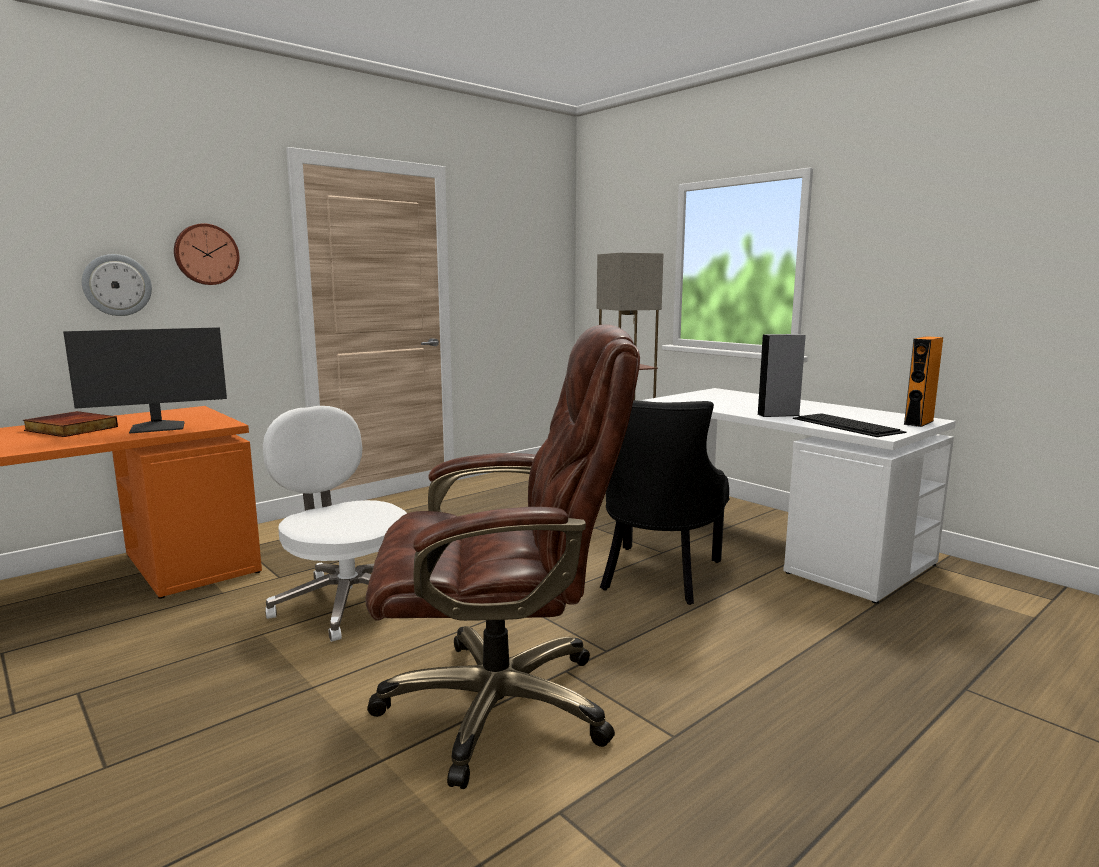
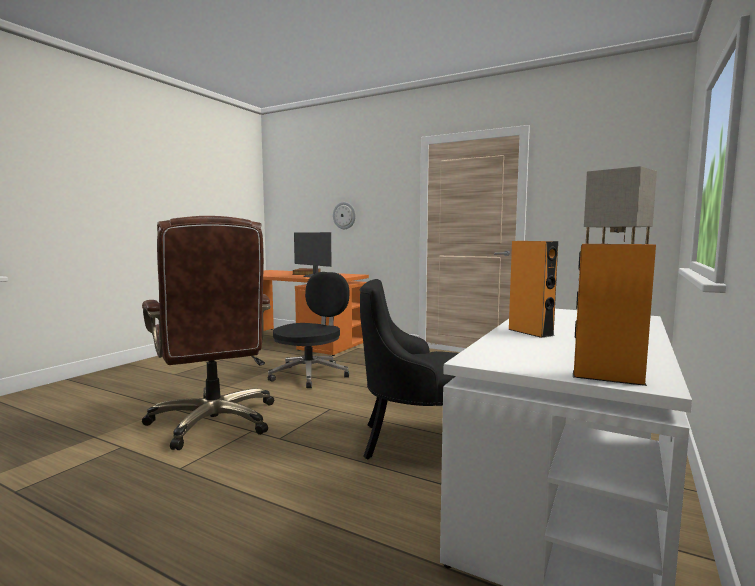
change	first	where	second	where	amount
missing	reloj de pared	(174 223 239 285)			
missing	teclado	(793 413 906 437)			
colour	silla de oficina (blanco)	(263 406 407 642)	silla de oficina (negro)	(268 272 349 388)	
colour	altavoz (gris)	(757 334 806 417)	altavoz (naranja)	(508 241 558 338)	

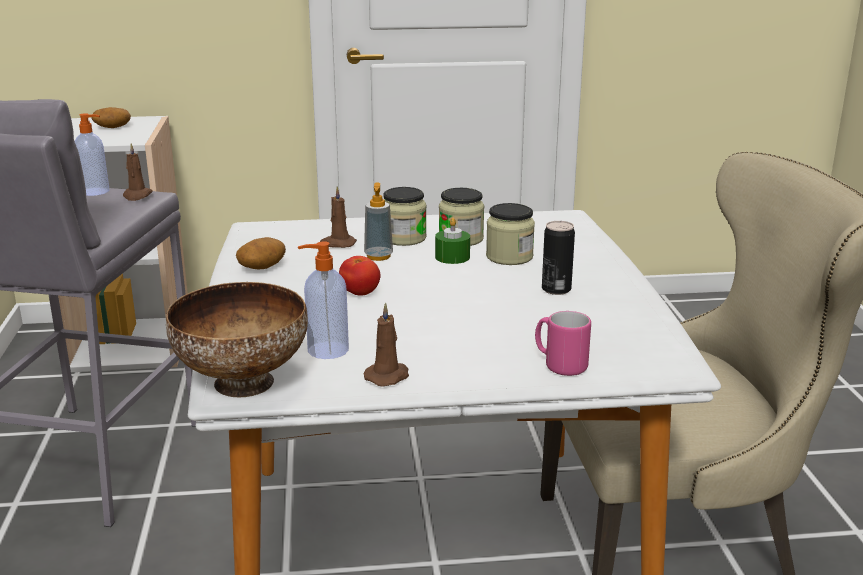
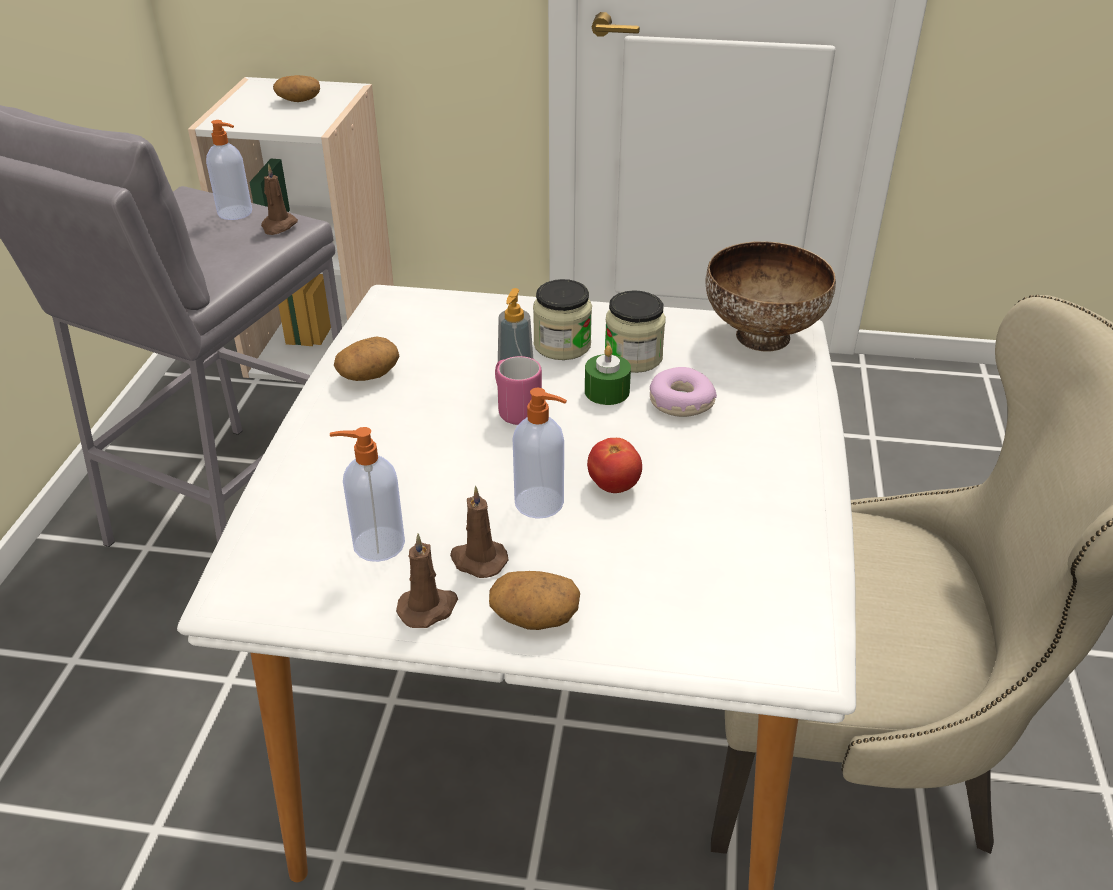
change	first	where	second	where	amount
missing	lata	(542 221 575 295)			
appeared			patata	(489 571 580 630)	
appeared			dispensador de jabón	(513 388 567 519)	
relocated	cuenco	(166 282 308 397)		(705 241 836 352)	
relocated	vela (marrón)	(320 186 357 248)		(450 486 509 578)	
relocated	tomate	(339 256 381 295)		(587 438 642 493)	
relocated	taza grande (rosa)	(535 311 591 376)		(495 356 542 425)	
exchanged	tarro	(486 203 535 265)	rosquilla	(650 367 717 417)	

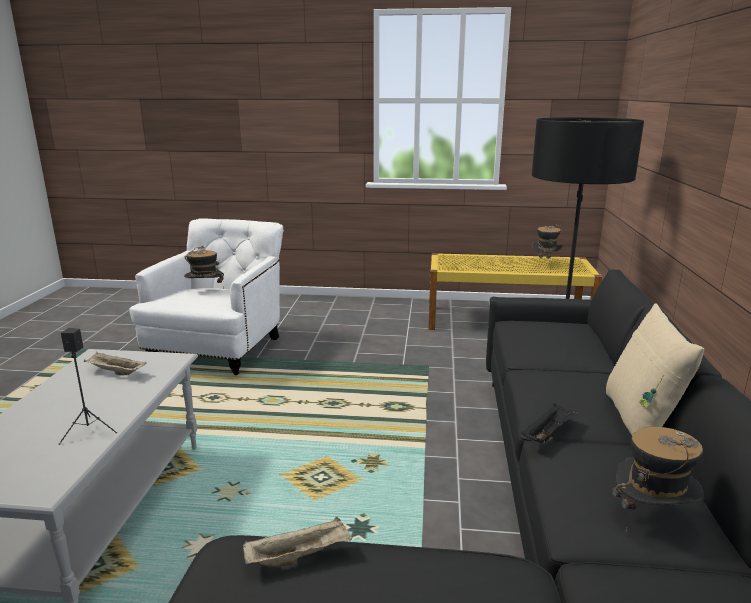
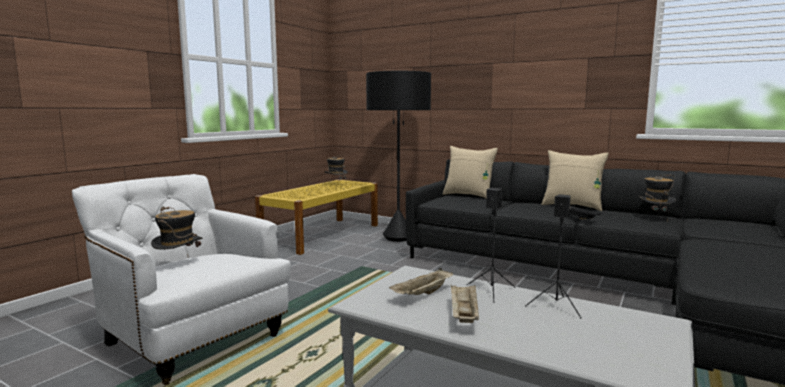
change	first	where	second	where	amount
appeared			cojín (beis)	(443 146 498 198)	
appeared			altavoz (negro)	(466 188 516 303)	
relocated	bandeja (beis)	(243 517 352 567)		(451 285 479 323)	

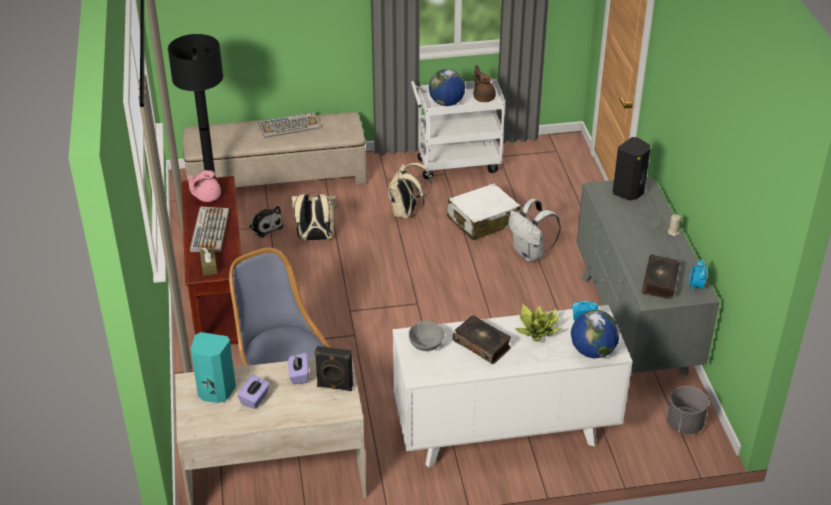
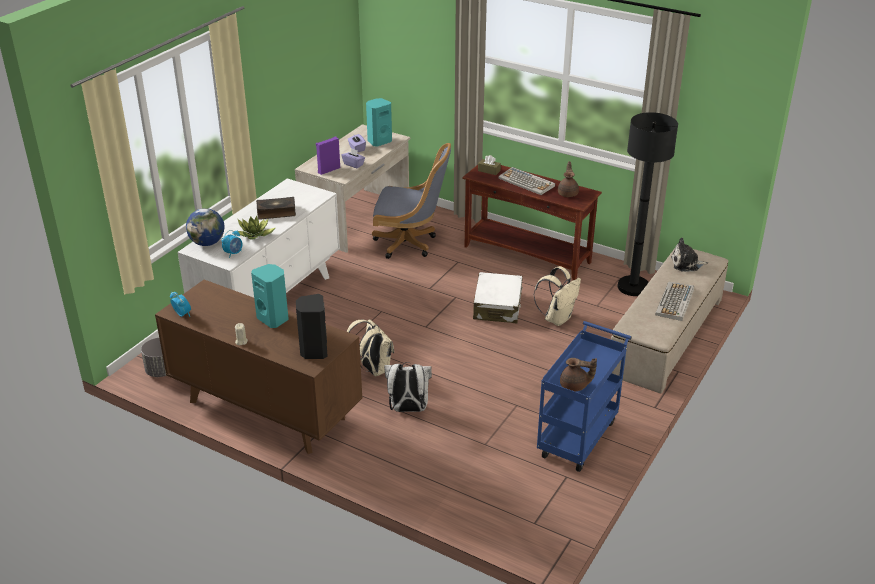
change	first	where	second	where	amount
missing	cuenco (gris)	(409 321 445 351)			
missing	globo terráqueo	(429 69 465 106)			
missing	libro	(642 254 680 299)			
appeared			altavoz (turquesa)	(251 264 289 328)	
relocated	peluche	(249 206 284 238)		(671 238 708 272)	
relocated	mochila (beis)	(388 163 432 219)		(347 319 394 376)	
relocated	maleta (blanco)	(447 183 521 240)		(473 272 523 324)	
colour	tetera (rosa)	(188 170 221 202)	tetera (marrón)	(558 161 579 197)	
colour	altavoz (negro)	(315 346 353 391)	altavoz (morado)	(316 136 340 175)	
colour	carrito (blanco)	(411 79 505 179)	carrito (azul)	(537 321 632 472)	
colour	cómoda (gris)	(576 176 720 378)	cómoda (marrón)	(155 280 363 454)	

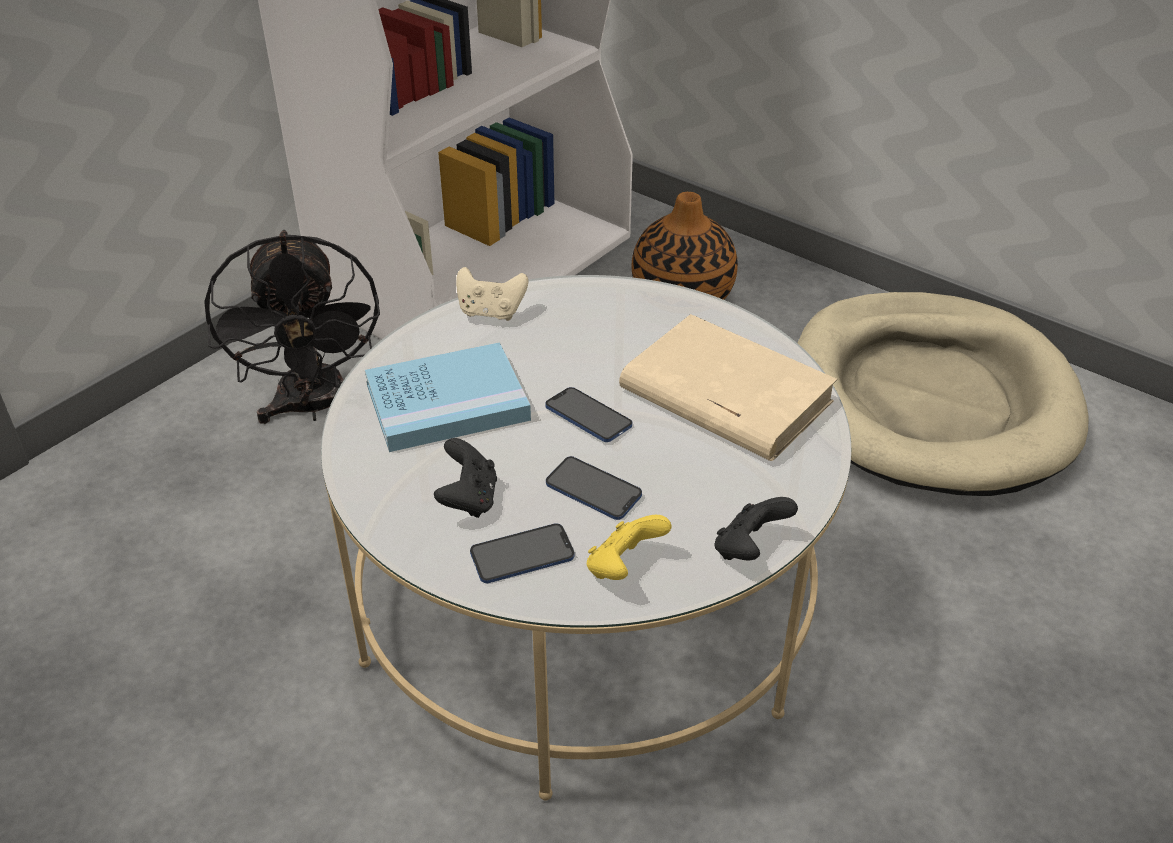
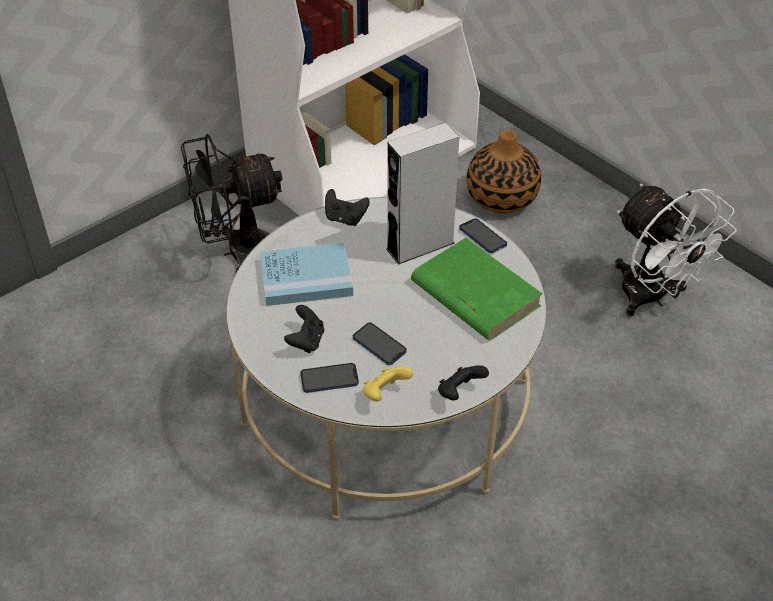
change	first	where	second	where	amount
appeared			altavoz (gris)	(386 123 459 265)	
relocated	móvil	(545 387 632 442)		(459 219 507 253)	
exchanged	cama para perro (beis)	(798 292 1089 496)	ventilador (blanco)	(615 184 737 316)	
colour	mando de consola (beis)	(456 267 528 321)	mando de consola (negro)	(325 189 370 226)	
colour	libro (beis)	(619 314 838 461)	libro (verde)	(411 238 542 340)	
spun	ventilador (negro)	(204 230 380 424)		(181 134 283 273)	75 degrees clockwise

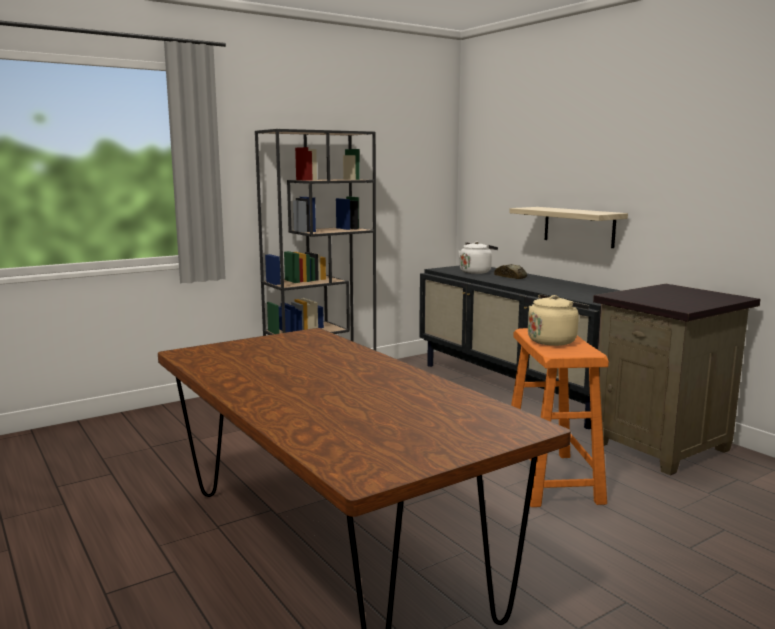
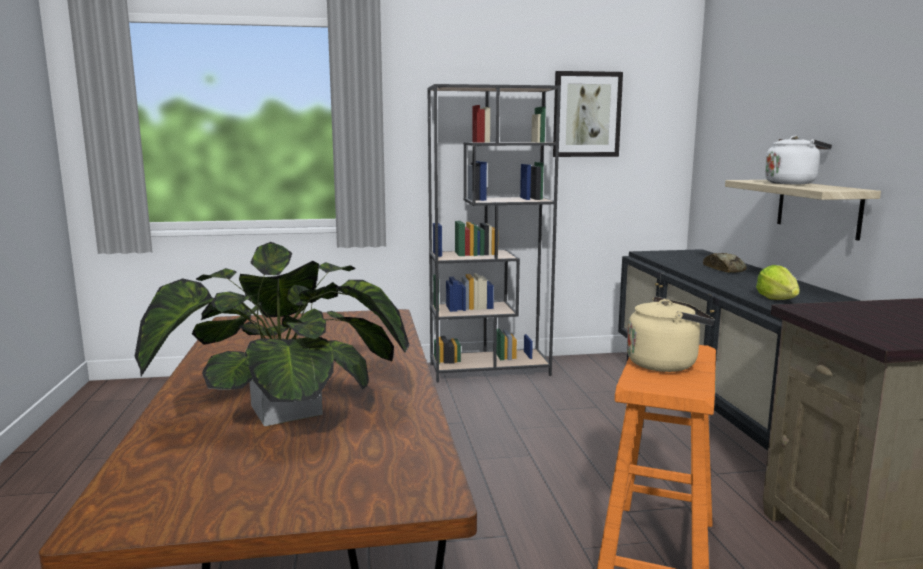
change	first	where	second	where	amount
appeared			planta en maceta	(135 242 409 426)	
appeared			cuadro	(553 71 623 157)	
appeared			lechuga	(756 265 800 300)	
relocated	hervidor (blanco)	(458 241 498 274)		(765 136 832 184)	

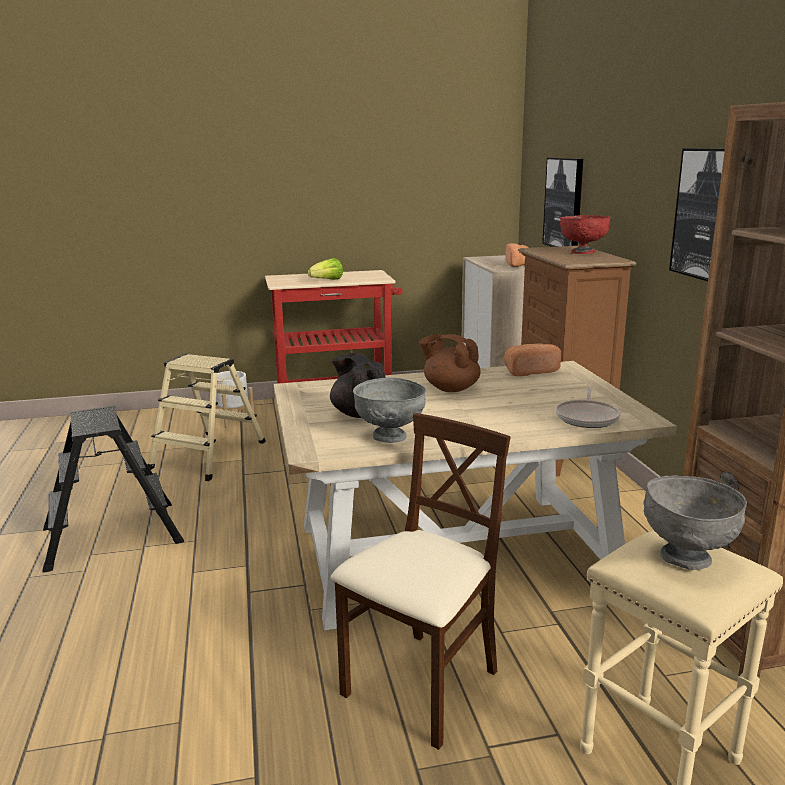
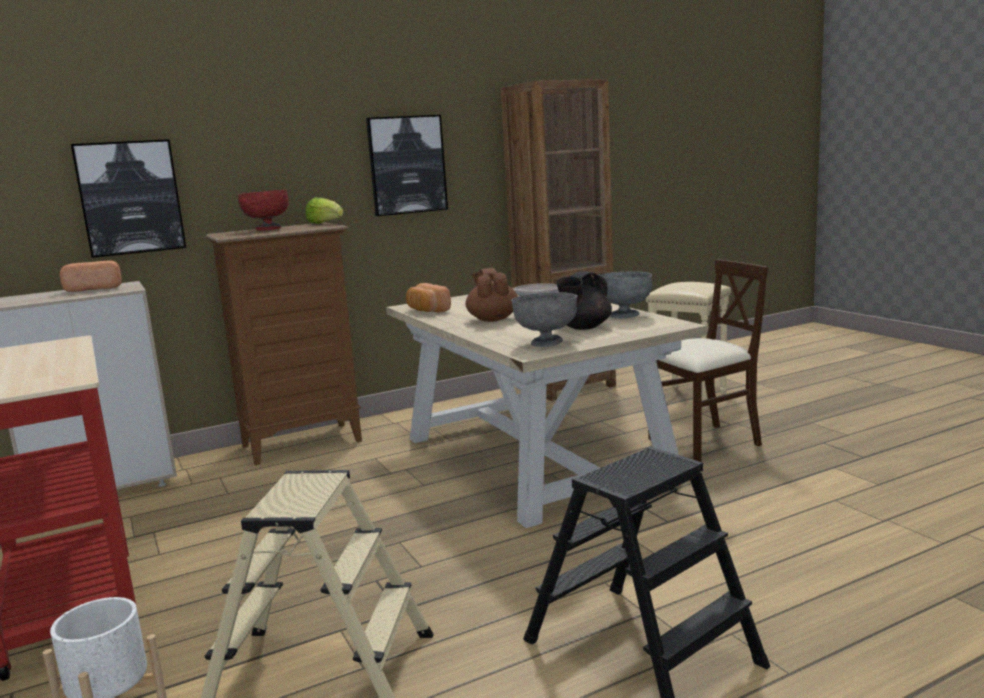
change	first	where	second	where	amount
relocated	lechuga	(308 258 343 280)		(306 197 344 224)	
relocated	cuenco (gris)	(643 475 747 570)		(511 292 577 347)	
spun	silla (beis)	(330 413 510 750)		(648 259 768 462)	135 degrees clockwise
spun	tetera (marrón)	(419 334 481 392)		(466 268 518 322)	150 degrees clockwise

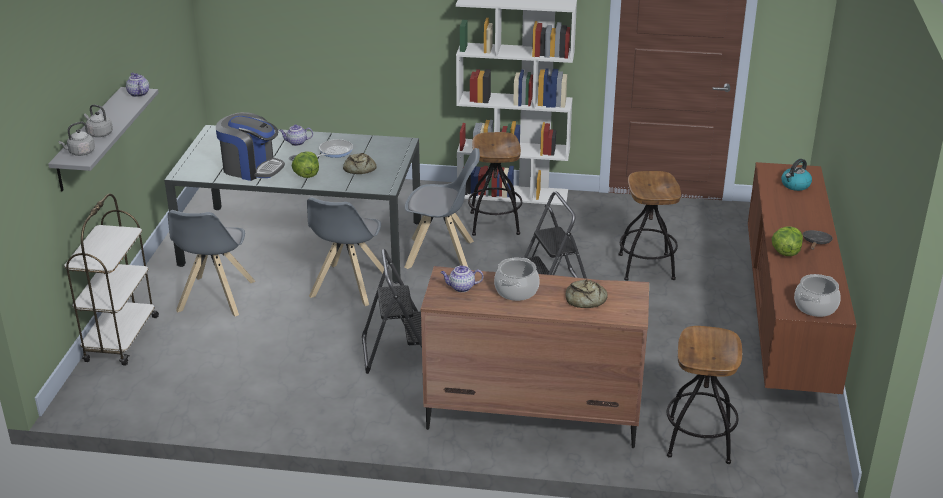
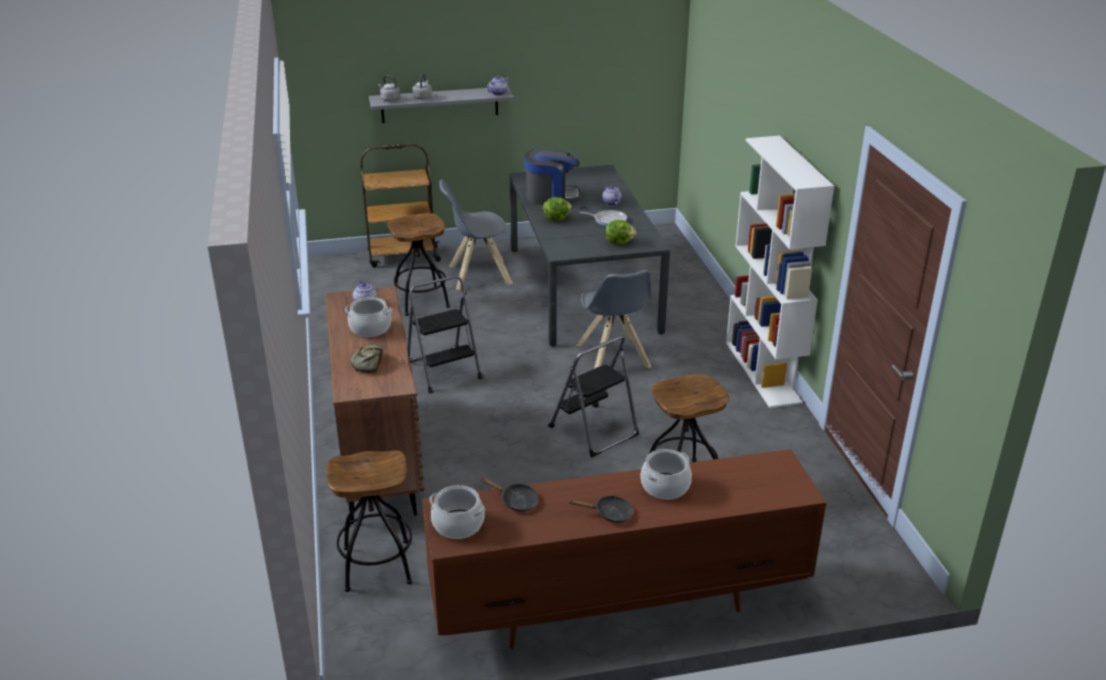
change	first	where	second	where	amount
missing	silla (gris)	(307 197 384 306)			
missing	pan	(343 153 377 174)			
missing	hervidor	(781 159 812 191)			
appeared			sartén (negro)	(481 477 539 511)	
appeared			olla	(641 449 692 500)	
relocated	taburete (marrón)	(468 132 522 236)		(387 213 450 316)	
relocated	lechuga	(772 226 803 256)		(605 220 636 245)	
colour	carrito (blanco)	(64 194 159 365)	carrito (marrón)	(361 144 441 268)	
spun	cafetera	(216 112 285 181)		(524 148 580 205)	90 degrees counterclockwise

